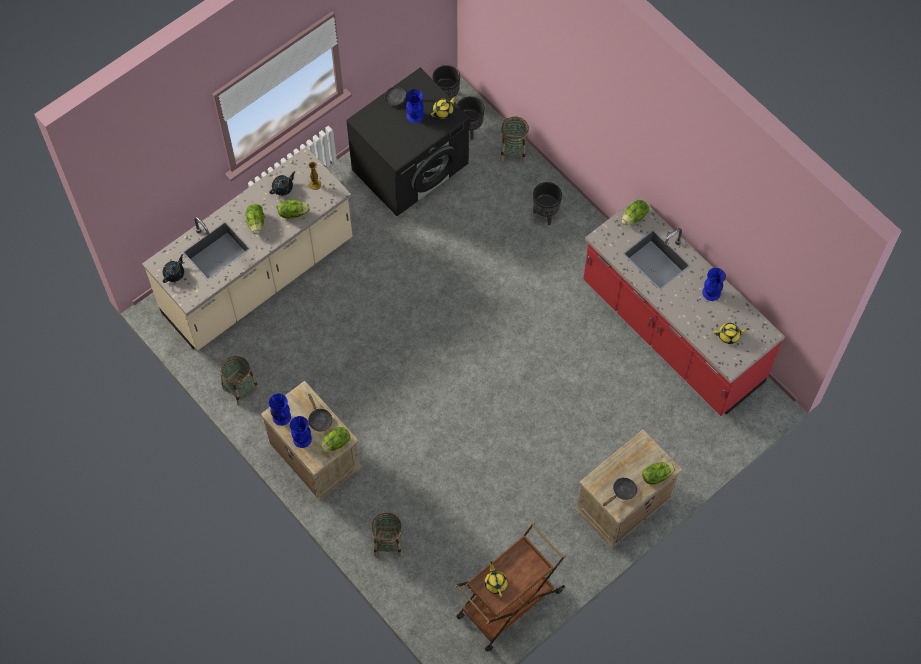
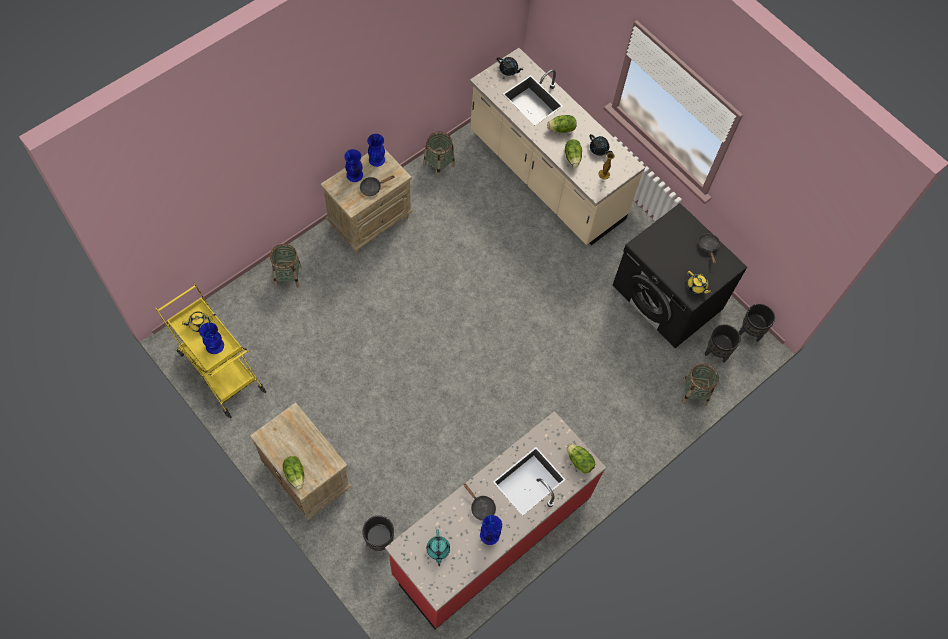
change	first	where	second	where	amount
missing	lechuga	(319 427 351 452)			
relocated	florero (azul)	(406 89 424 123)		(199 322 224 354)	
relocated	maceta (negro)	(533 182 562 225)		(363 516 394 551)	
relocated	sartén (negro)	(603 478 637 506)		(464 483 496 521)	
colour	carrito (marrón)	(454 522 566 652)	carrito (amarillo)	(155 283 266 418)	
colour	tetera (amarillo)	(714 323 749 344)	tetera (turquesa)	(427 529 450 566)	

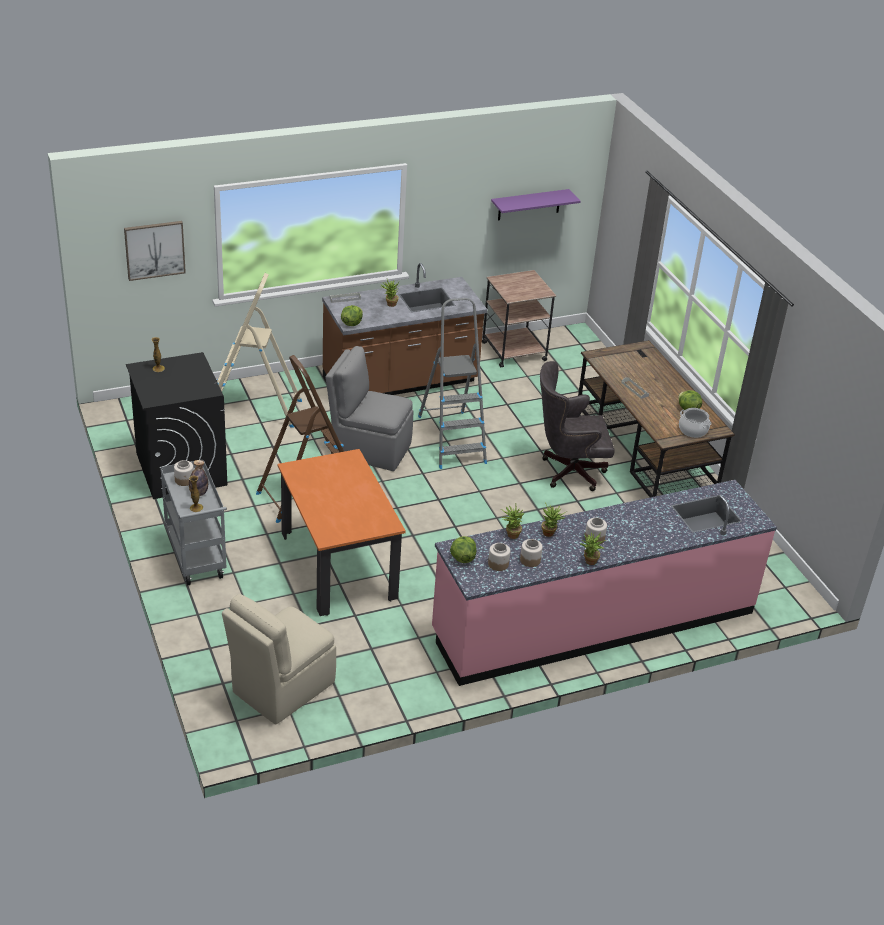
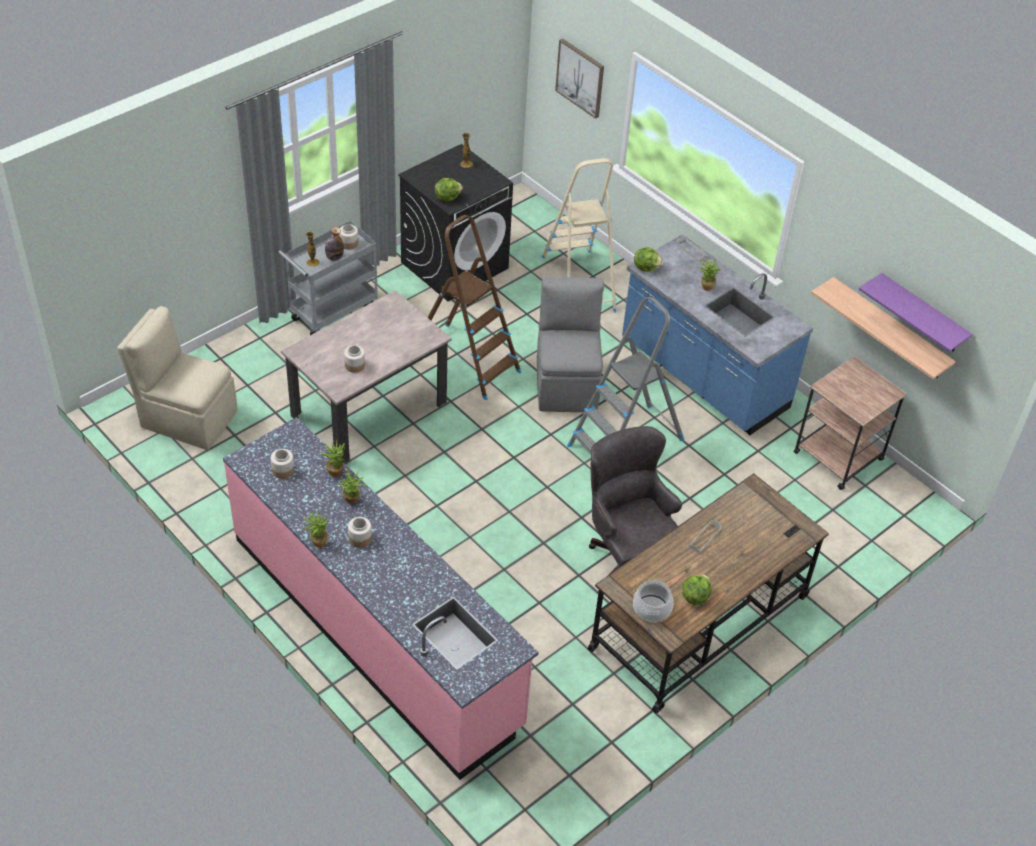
change	first	where	second	where	amount
appeared			estante	(811 277 956 379)	
relocated	lechuga	(450 536 476 563)		(435 178 463 201)	
relocated	tarro	(520 539 543 567)		(344 345 365 373)	
colour	mesa de comedor (naranja)	(278 449 406 616)	mesa de comedor (beis)	(281 290 452 462)	
colour	mueble bajo de cocina (marrón)	(322 263 487 395)	mueble bajo de cocina (azul)	(622 234 813 435)	

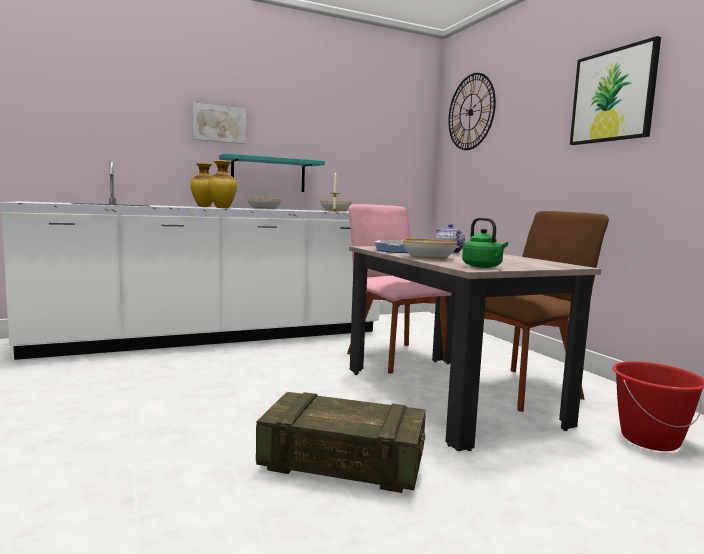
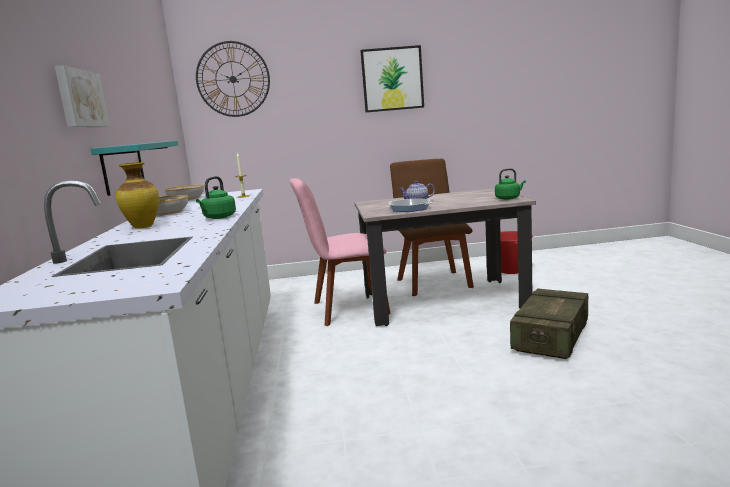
change	first	where	second	where	amount
missing	cuenco	(403 239 457 260)			
exchanged	florero	(208 161 237 208)	hervidor (verde)	(196 176 236 219)	

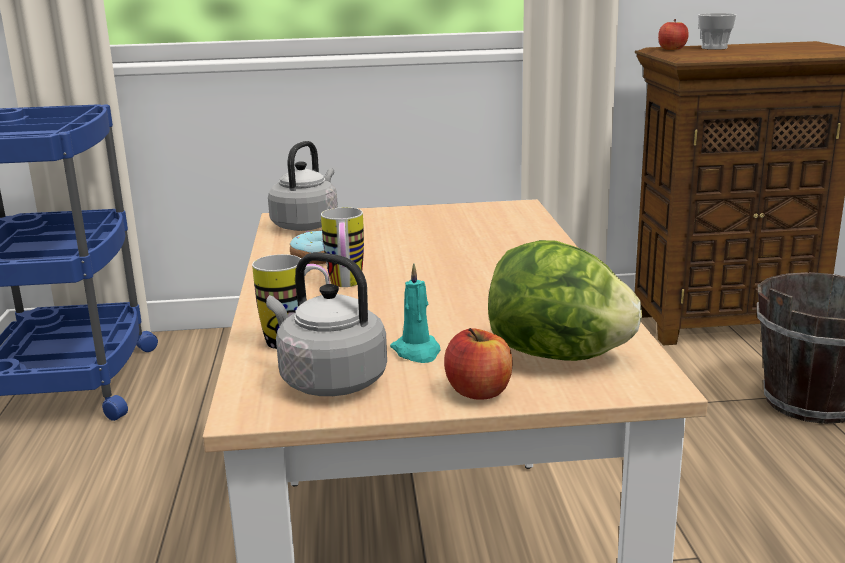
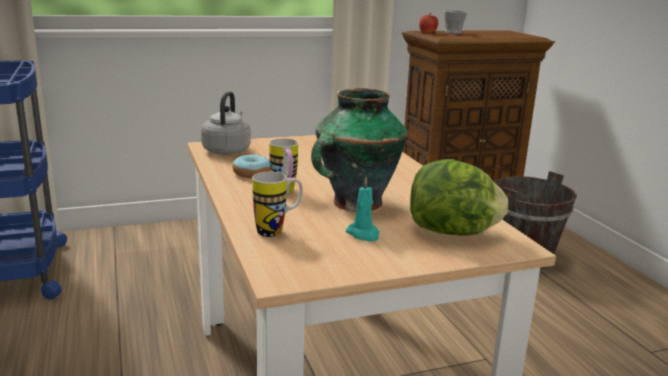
change	first	where	second	where	amount
missing	hervidor (gris)	(266 252 387 396)			
missing	manzana	(444 328 513 400)			
appeared			florero	(311 88 408 212)	

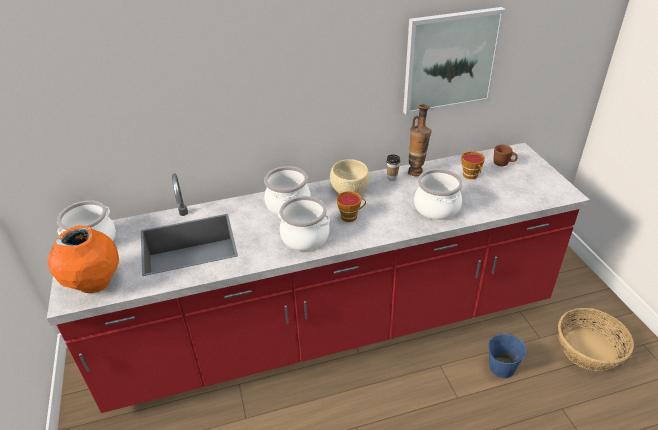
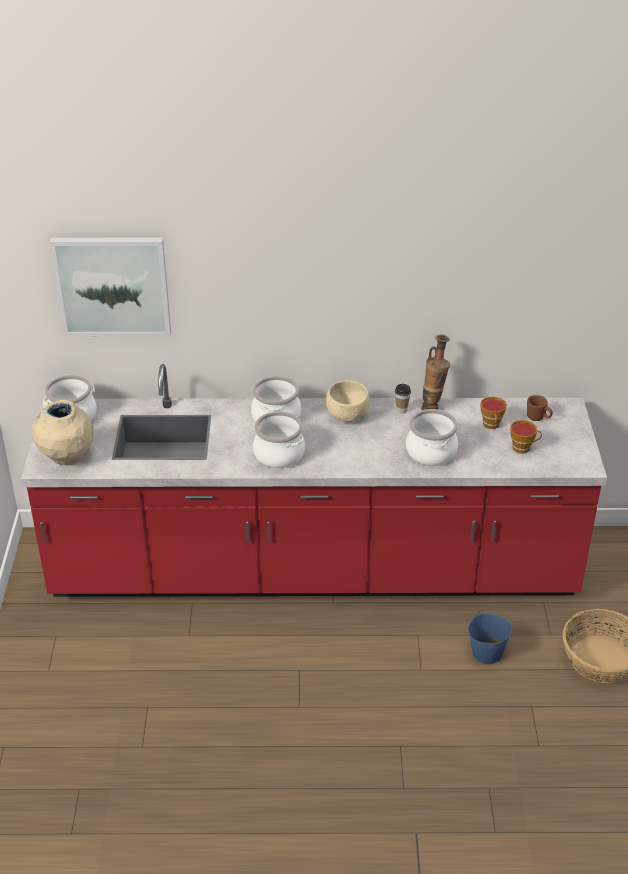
change	first	where	second	where	amount
relocated	taza	(336 191 366 222)		(510 420 542 454)	
relocated	cuadro	(403 7 506 115)		(50 238 171 336)	
colour	florero (naranja)	(47 225 119 293)	florero (beis)	(32 400 94 465)	

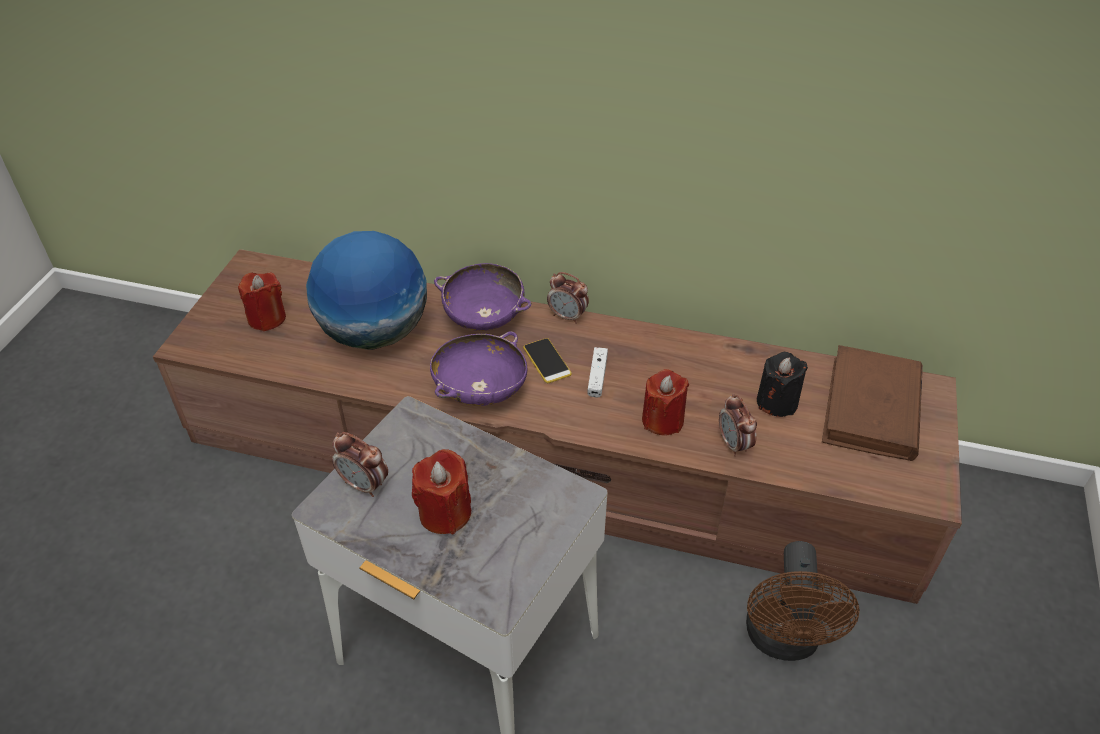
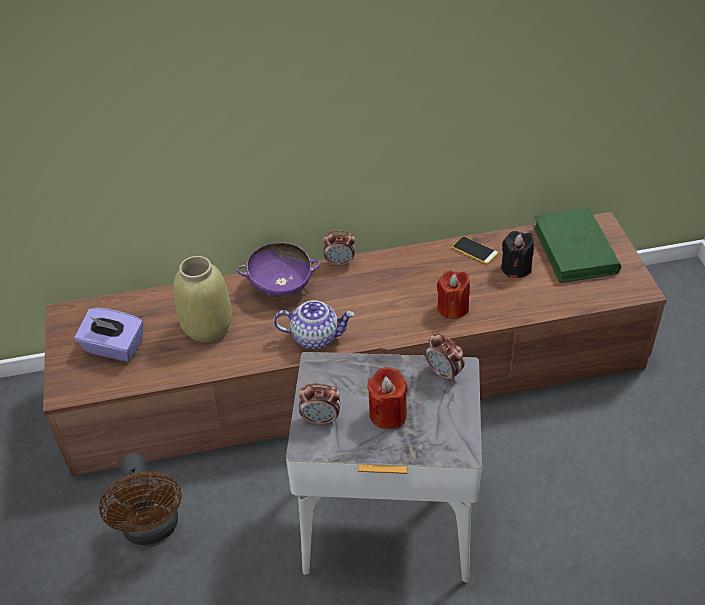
change	first	where	second	where	amount
missing	mando de consola (blanco)	(587 347 608 397)			
relocated	móvil	(523 338 572 383)		(452 236 498 264)	
relocated	despertador	(719 393 757 456)		(425 333 465 383)	
relocated	ventilador (marrón)	(746 541 860 661)		(99 453 181 545)	
exchanged	vela (rojo)	(238 273 286 331)	caja de pañuelos (morado)	(75 308 144 362)	
exchanged	globo terráqueo	(306 231 427 350)	florero (beis)	(173 256 232 342)	
exchanged	cuenco (morado)	(430 331 527 406)	tetera	(274 300 354 349)	
colour	libro (marrón)	(822 345 923 461)	libro (verde)	(533 208 621 283)	

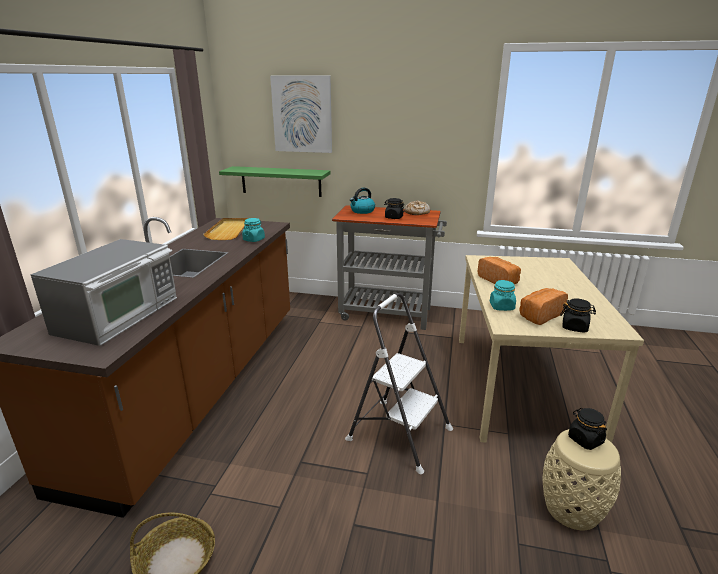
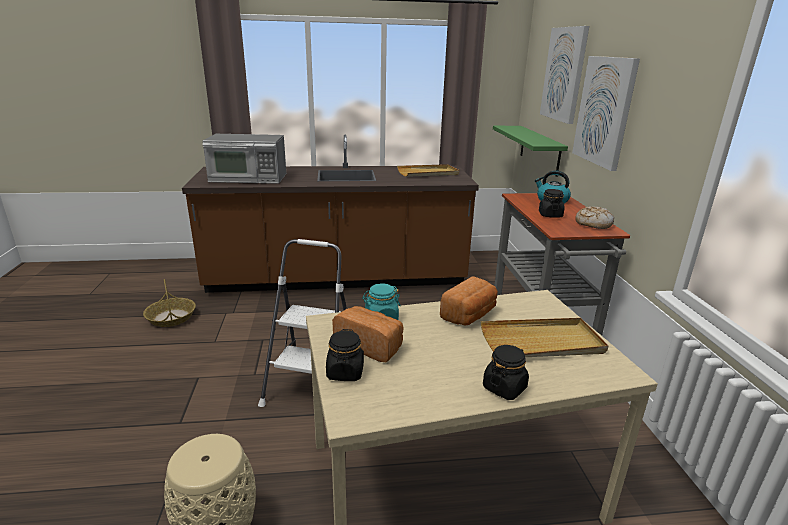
change	first	where	second	where	amount
missing	tarro (turquesa)	(242 218 265 242)			
appeared			bandeja (beis)	(481 318 609 357)	
appeared			cuadro	(572 56 640 171)	
relocated	tarro (negro)	(568 408 607 450)		(483 345 529 400)	

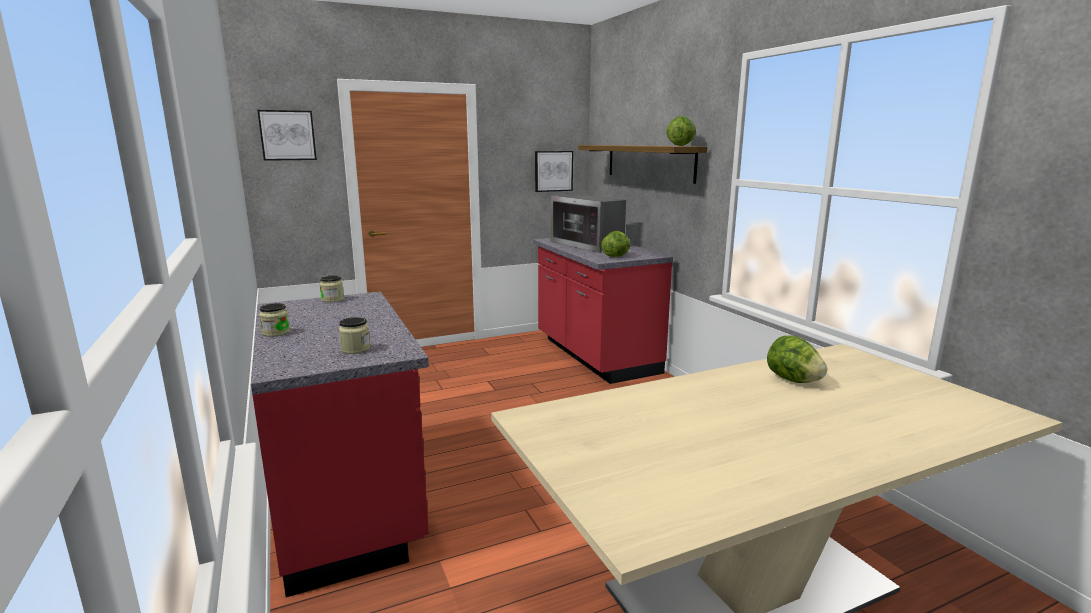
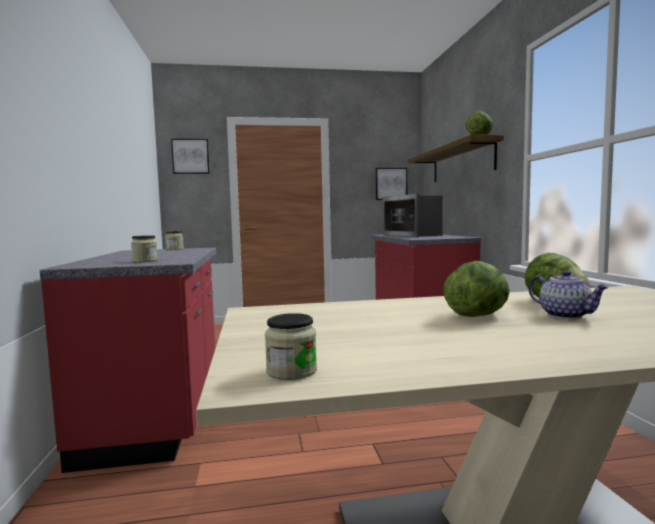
change	first	where	second	where	amount
appeared			tetera	(529 270 609 319)	
relocated	tarro	(259 303 290 337)		(265 313 317 380)	
relocated	lechuga	(601 231 630 257)		(443 261 510 317)	

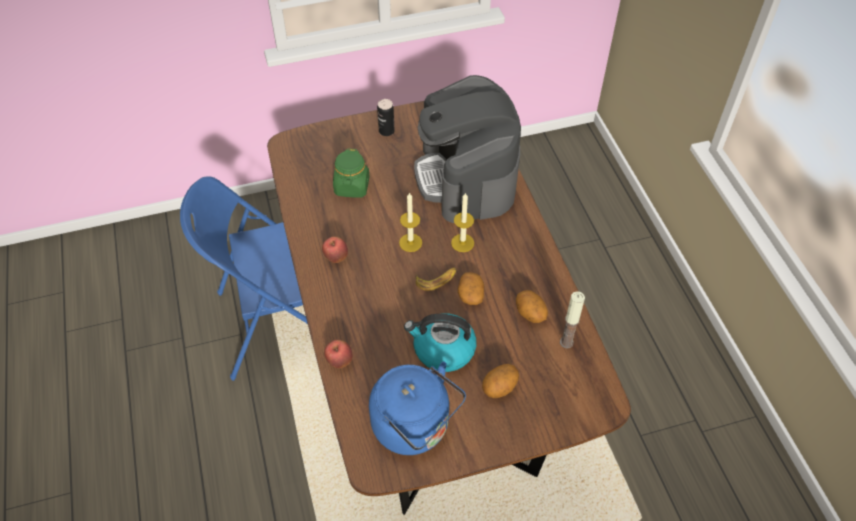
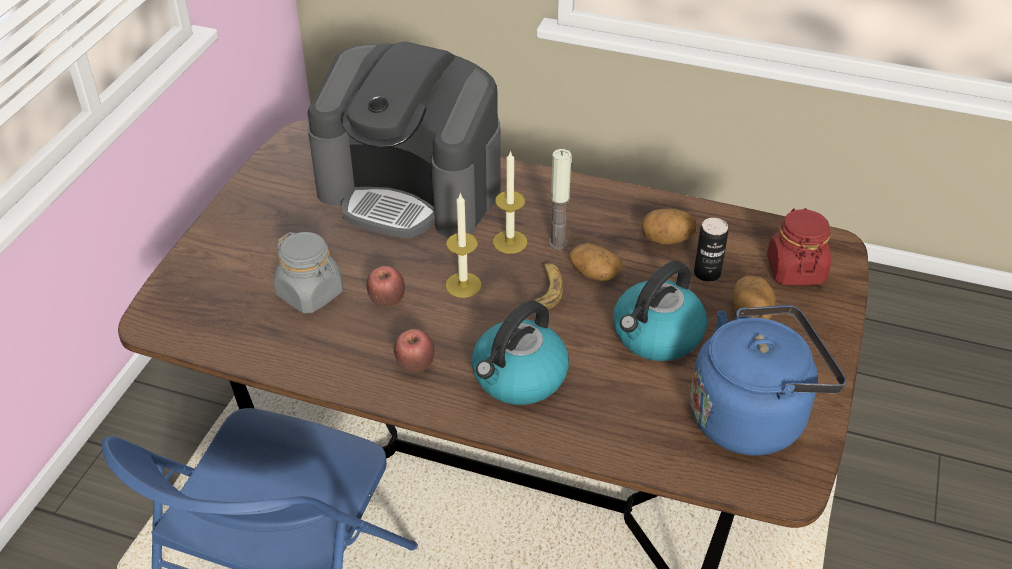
change	first	where	second	where	amount
appeared			hervidor	(472 301 569 405)	
appeared			tarro (rojo)	(767 208 831 285)	
relocated	manzana	(324 340 352 368)		(367 266 405 307)	
relocated	lata	(377 99 395 136)		(694 218 728 282)	
relocated	vela	(560 291 585 349)		(549 149 571 250)	
colour	tarro (verde)	(333 148 370 198)	tarro (gris)	(274 232 343 314)	

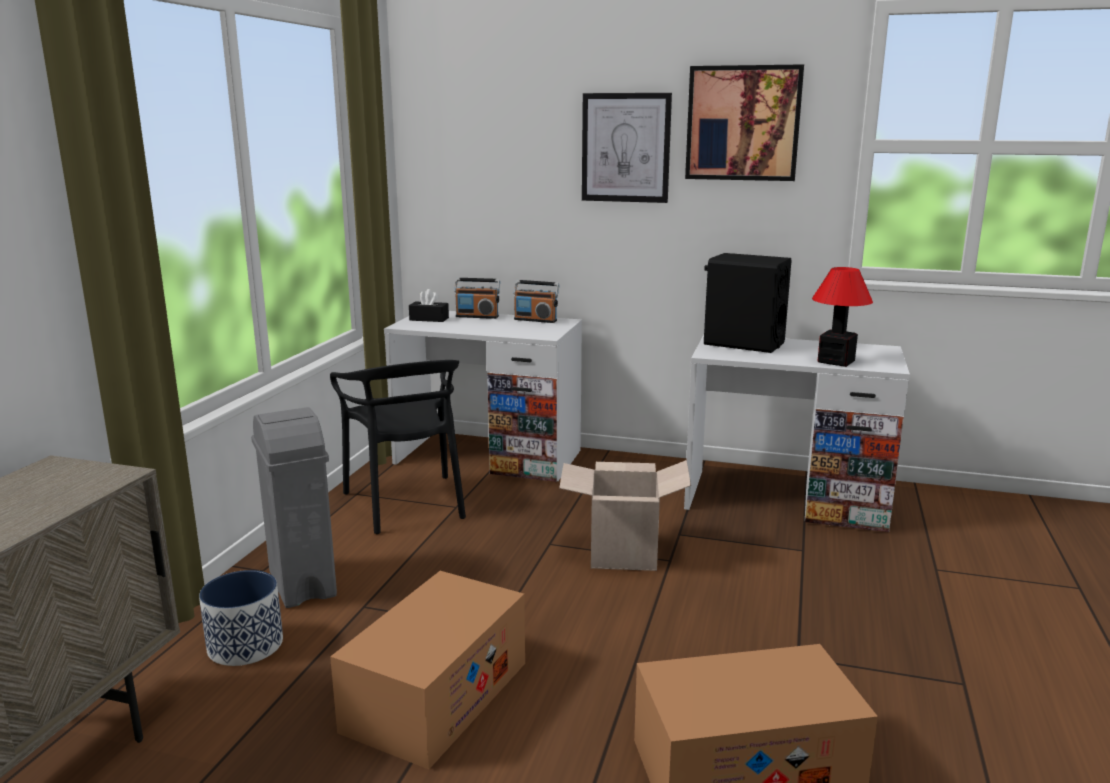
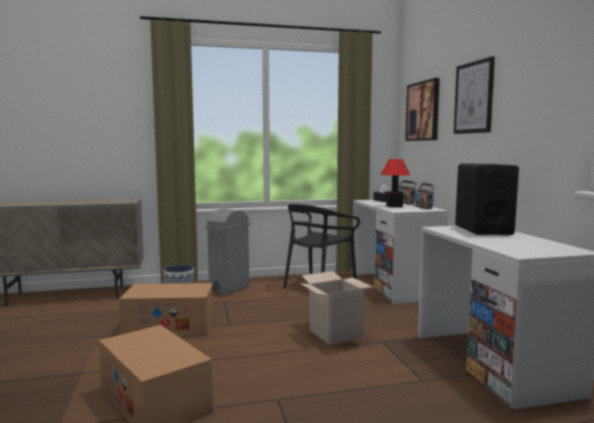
change	first	where	second	where	amount
relocated	cuadro	(685 64 804 181)		(405 78 440 141)	
relocated	lámpara de mesa	(812 267 873 367)		(381 159 410 207)	

